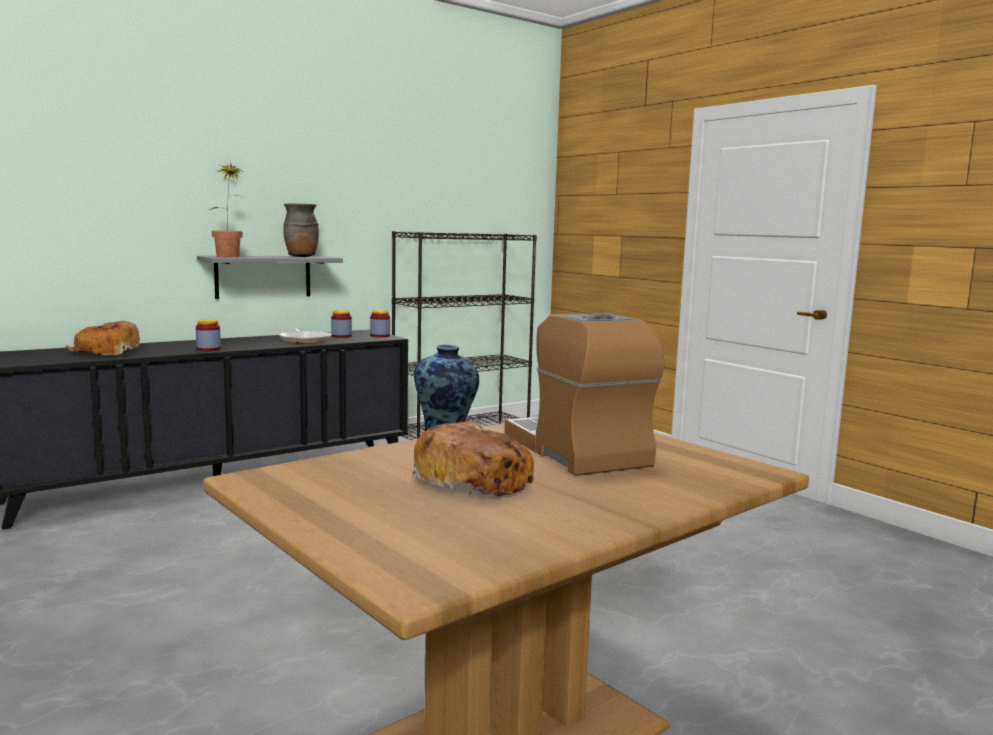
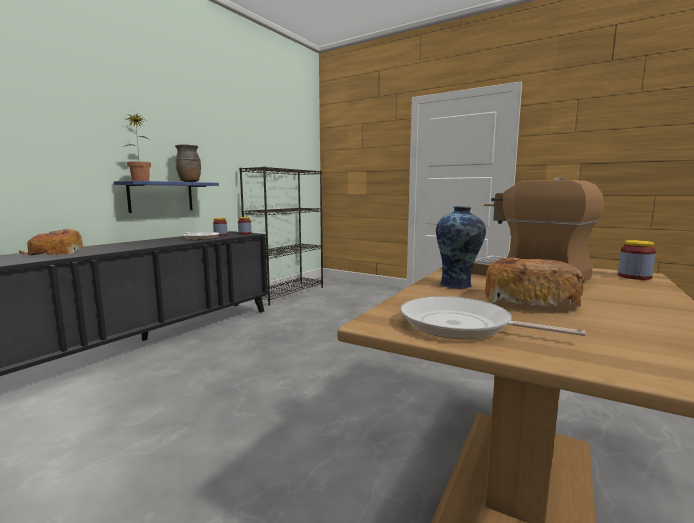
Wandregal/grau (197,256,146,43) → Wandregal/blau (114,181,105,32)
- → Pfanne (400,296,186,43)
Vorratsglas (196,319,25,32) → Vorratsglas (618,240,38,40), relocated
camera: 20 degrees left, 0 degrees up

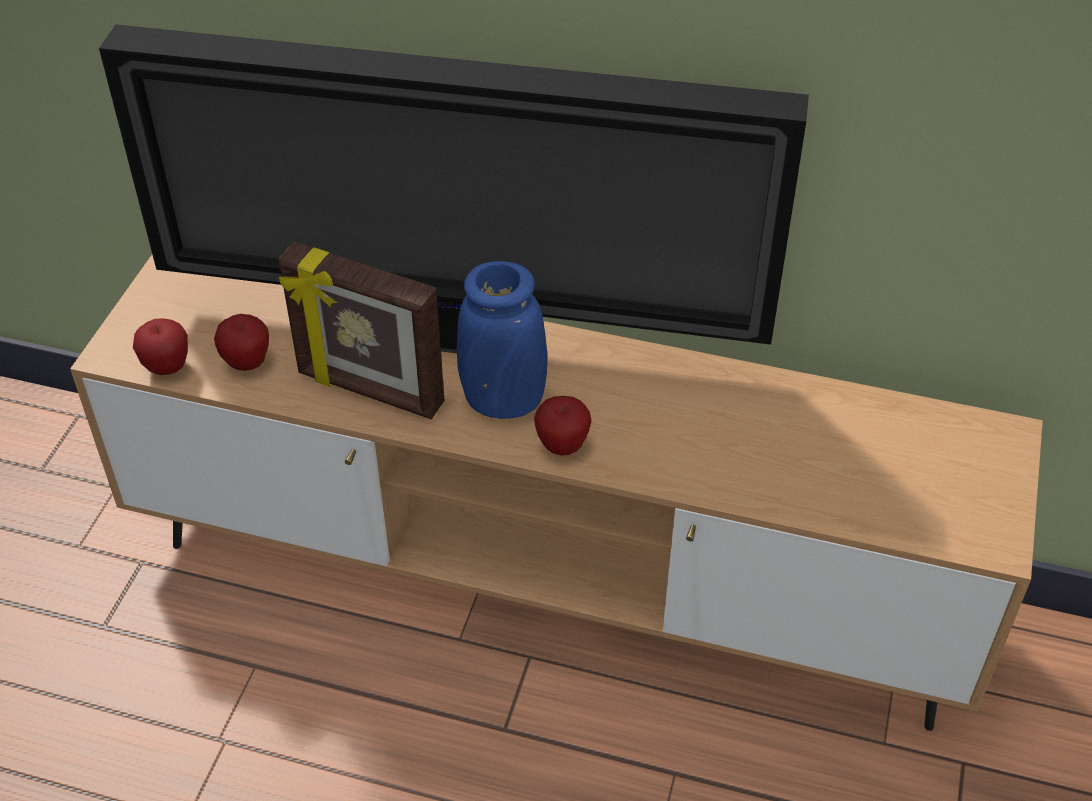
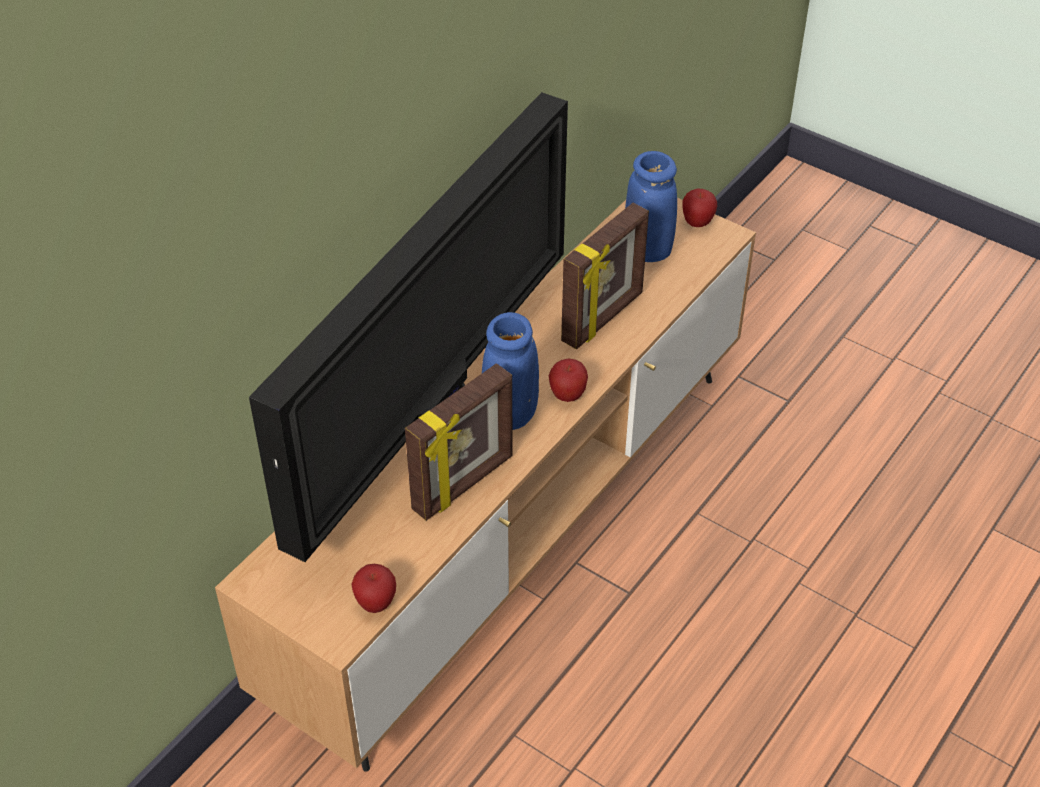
- → Bilderrahmen (561,203,88,146)
- → Vase/blau (625,151,52,111)
Apfel (214,314,55,57) → Apfel (682,189,35,38), relocated
camera: 70 degrees left, 0 degrees up

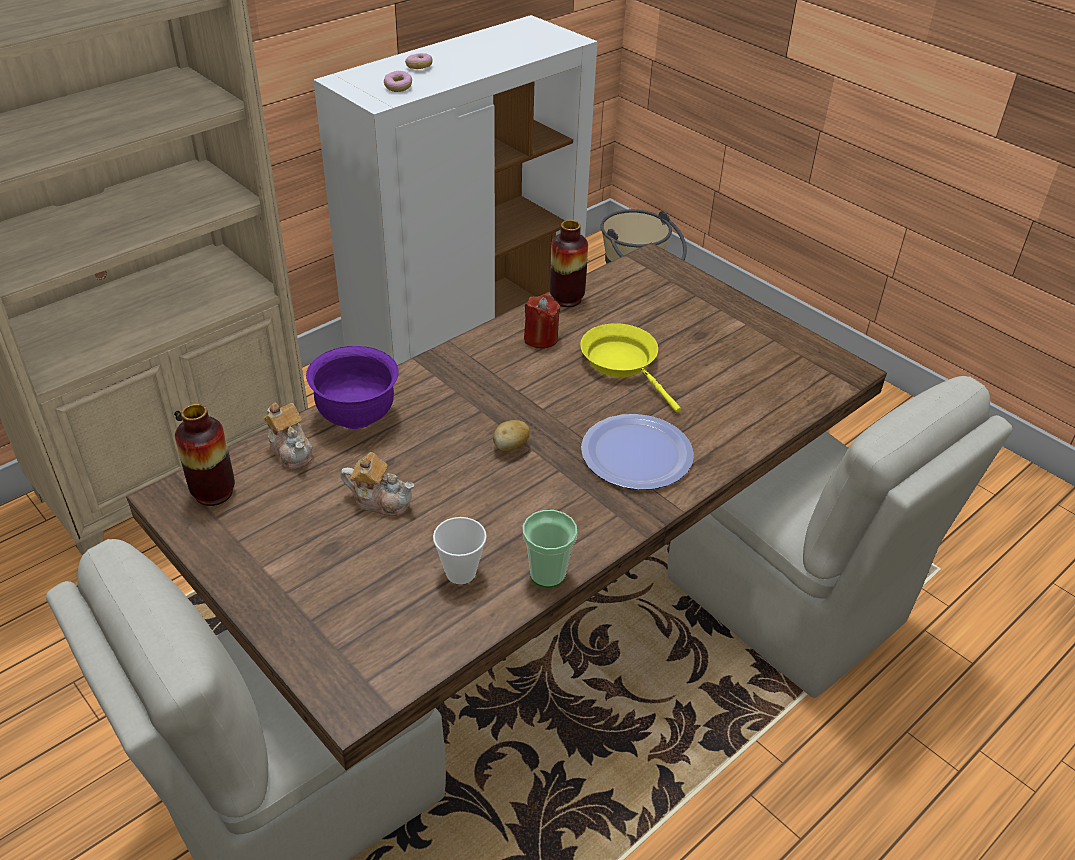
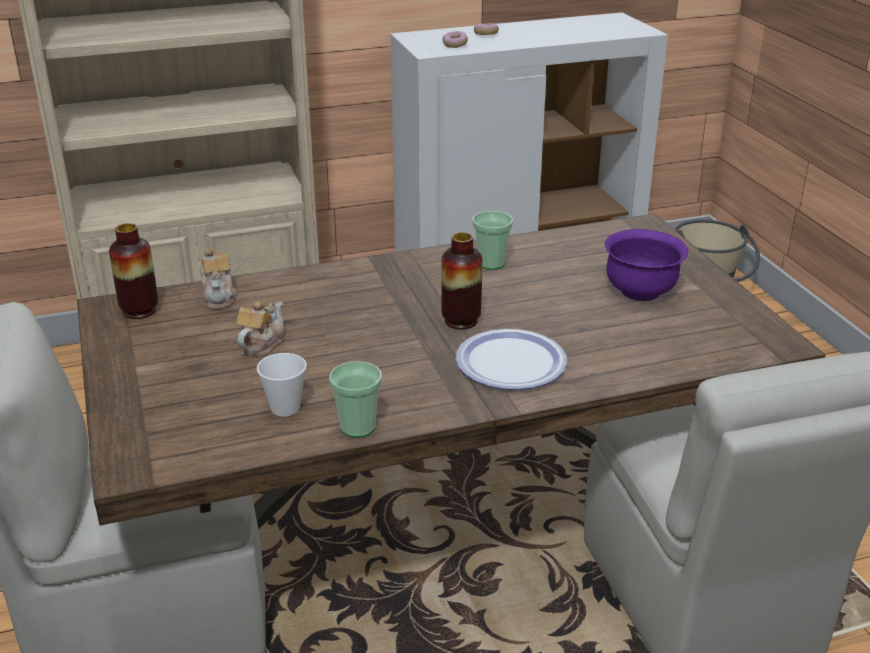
Teekanne (341,452,73,64) → Teekanne (236,301,49,56), 105 degrees counterclockwise
Vase (550,220,38,87) → Vase (441,232,42,98), relocated
Kerze/rot (524,294,36,54) → Tasse (472,211,41,59)
Schüssel/lila (306,346,93,83) → Schüssel/lila (604,229,84,72), relocated
Kartoffel (493,420,37,31) → -
Pfanne/gelb (580,323,101,89) → -
camera: 25 degrees right, 10 degrees down

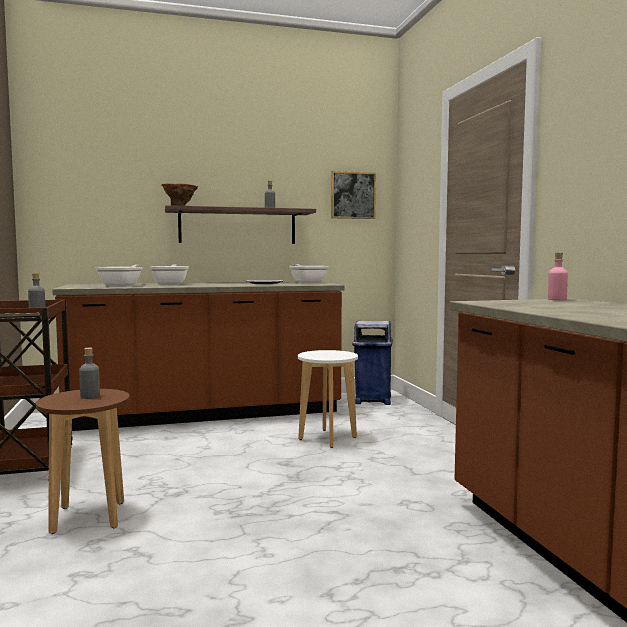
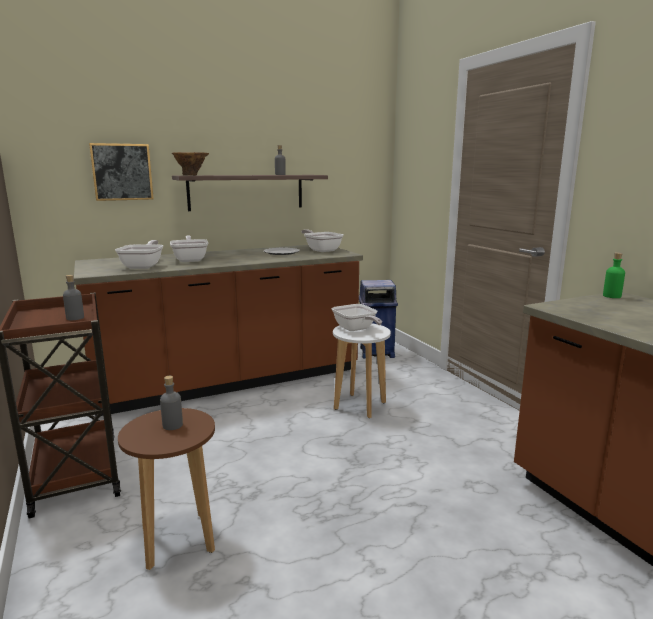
Bild (331,171,45,48) → Bild (89,143,65,58), relocated
- → Pfanne (332,304,50,27)
Flasche/rosa (548,253,20,47) → Flasche/grün (603,252,22,46)
camera: 10 degrees left, 10 degrees up

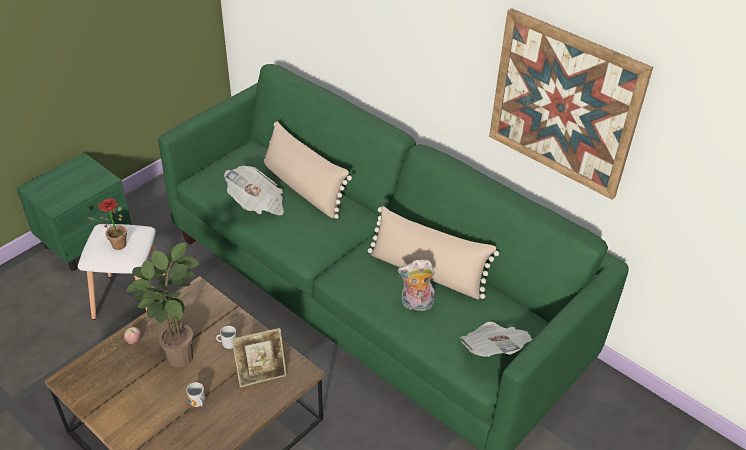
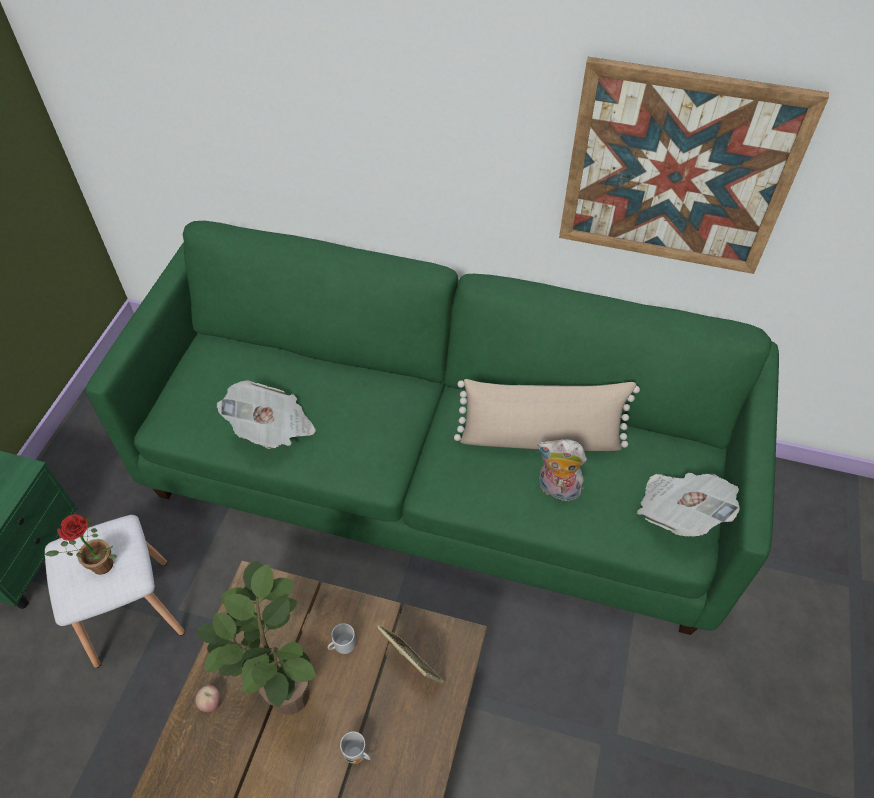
Bilderrahmen (232,328,55,60) → Bilderrahmen (376,624,70,61), 90 degrees counterclockwise
Plüschtier (398,259,37,52) → Plüschtier (538,439,49,62), 45 degrees clockwise
Kissen/beige (264,121,88,98) → -
camera: 25 degrees left, 10 degrees up

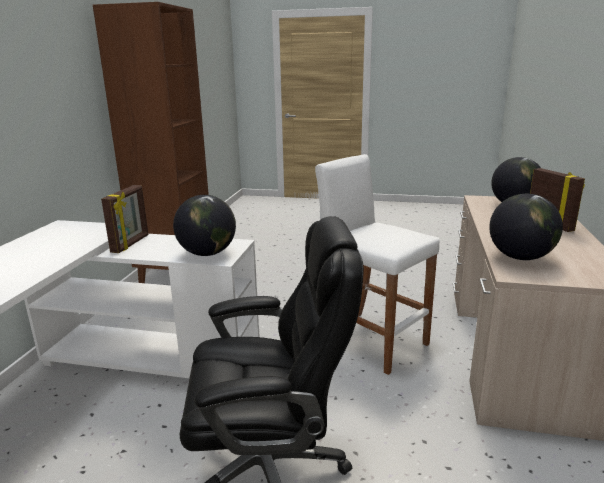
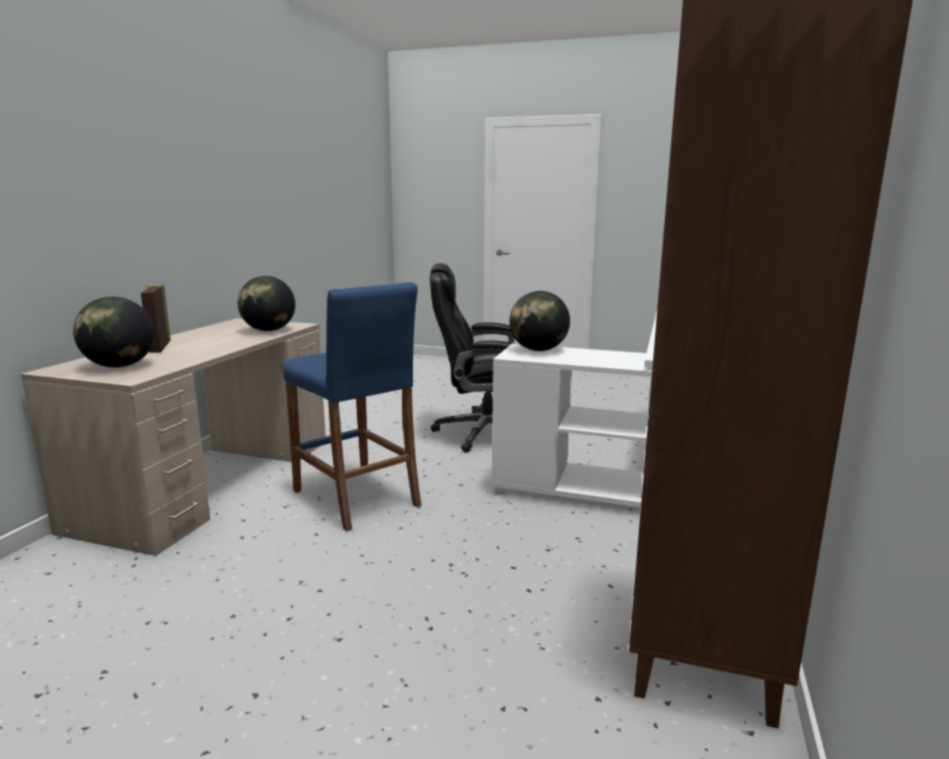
Hocker/weiß (315,154,125,221) → Hocker/blau (283,282,138,249)
Bilderrahmen (101,185,47,68) → -
camera: 175 degrees left, 5 degrees down

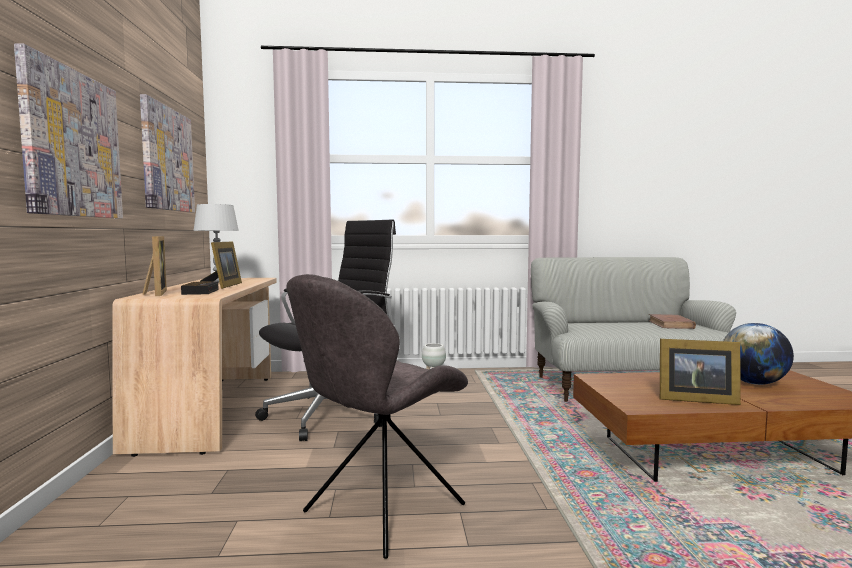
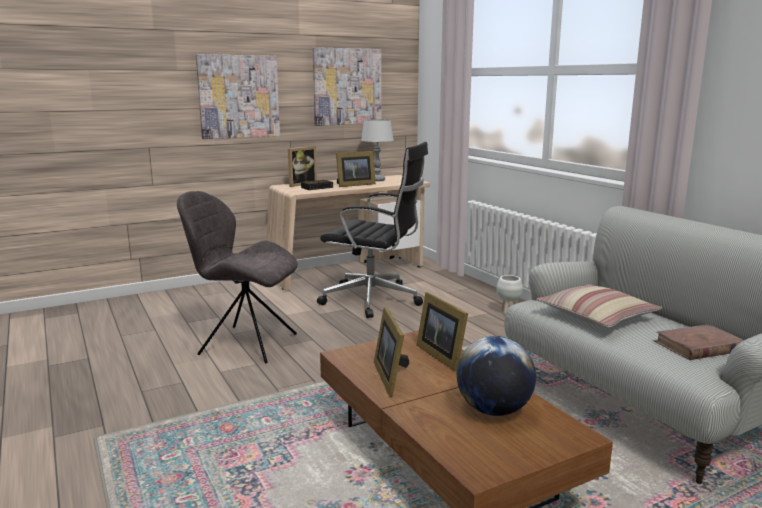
- → Bilderrahmen (416,292,52,80)
- → Kissen (536,284,126,44)
camera: 65 degrees right, 10 degrees up

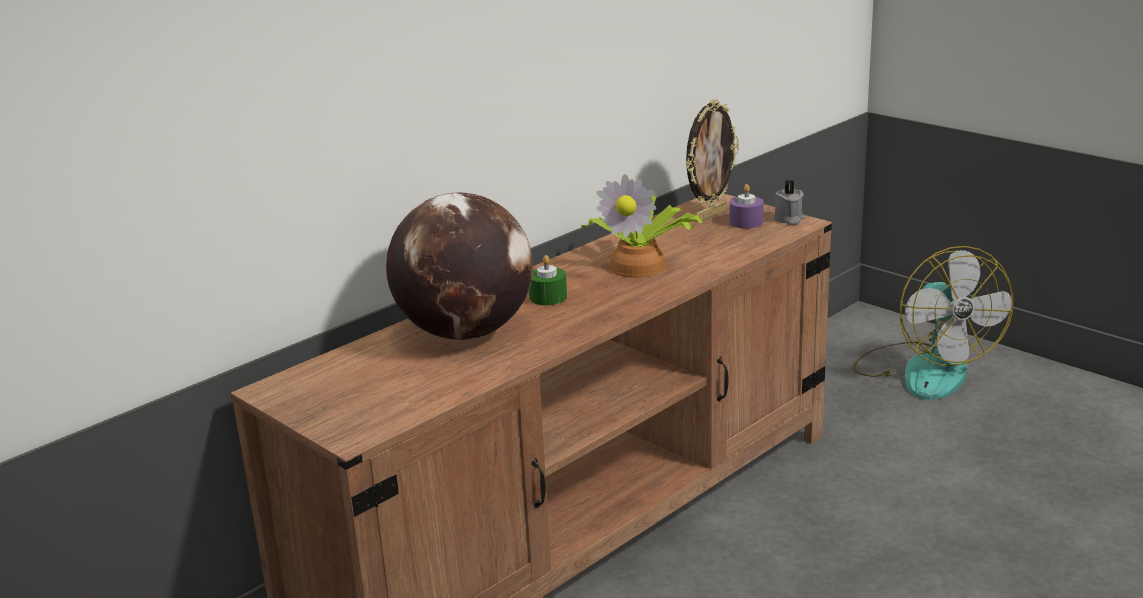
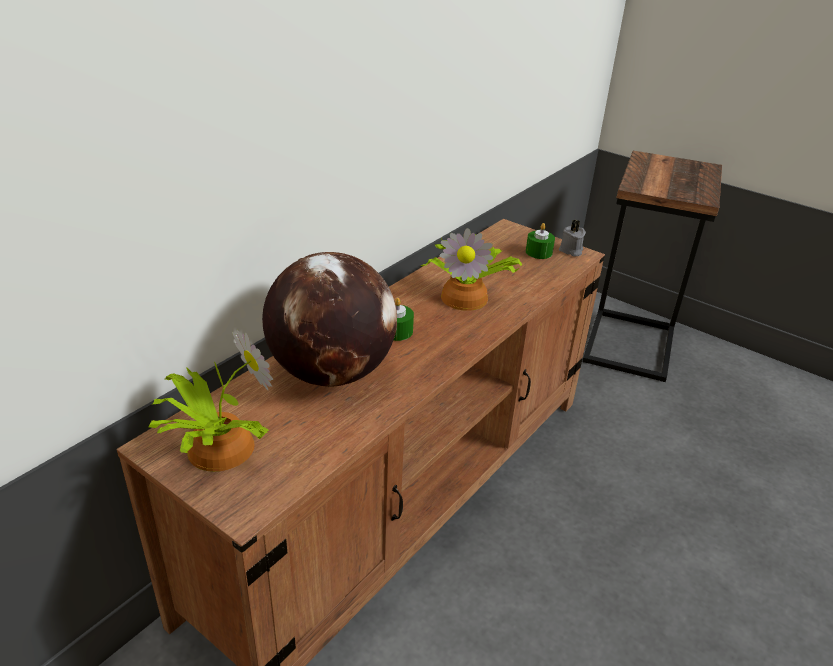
- → Topfpflanze (148,330,125,142)
Kerze/lila (730,184,34,45) → Kerze/grün (526,223,29,36)
Ventilator (852,246,161,154) → Beistelltisch (582,151,140,231)
Bilderrahmen (686,99,53,122) → -
camera: 10 degrees left, 10 degrees up

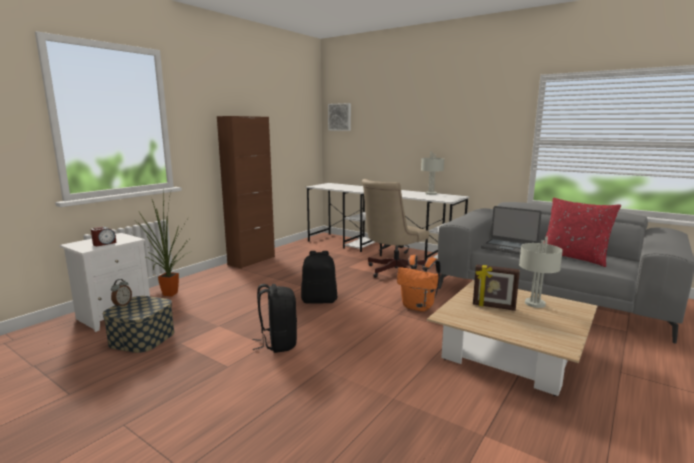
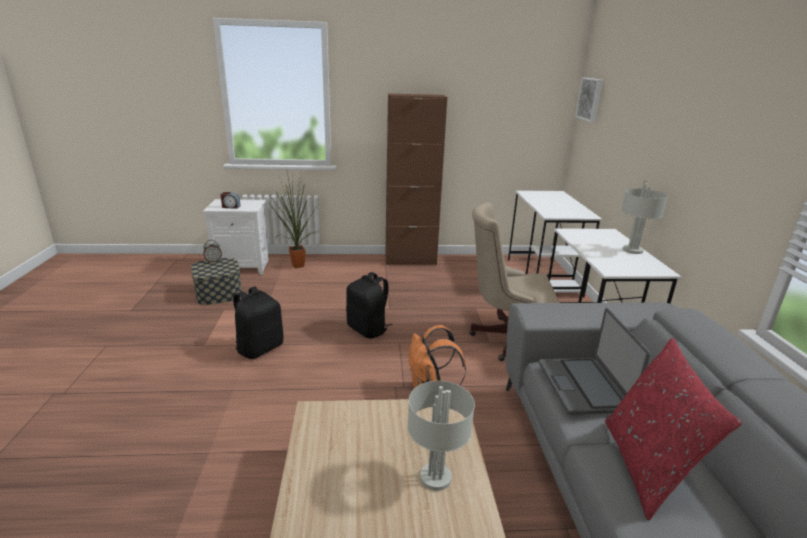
Bilderrahmen (473,264,47,47) → -
camera: 50 degrees right, 10 degrees up

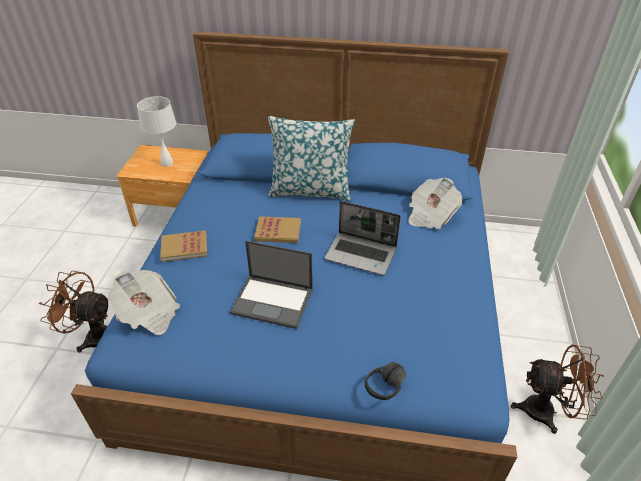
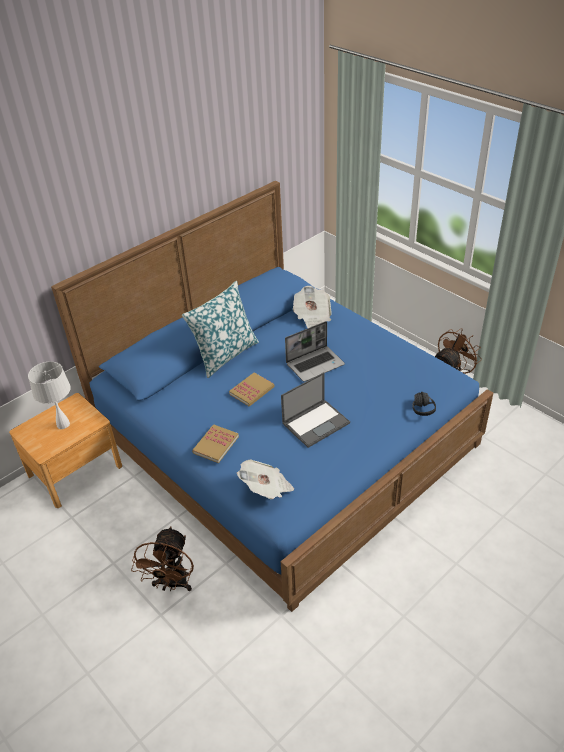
Ventilator/braun (39,271,70,81) → Ventilator/braun (131,526,63,65), 45 degrees counterclockwise
camera: 50 degrees left, 0 degrees up

